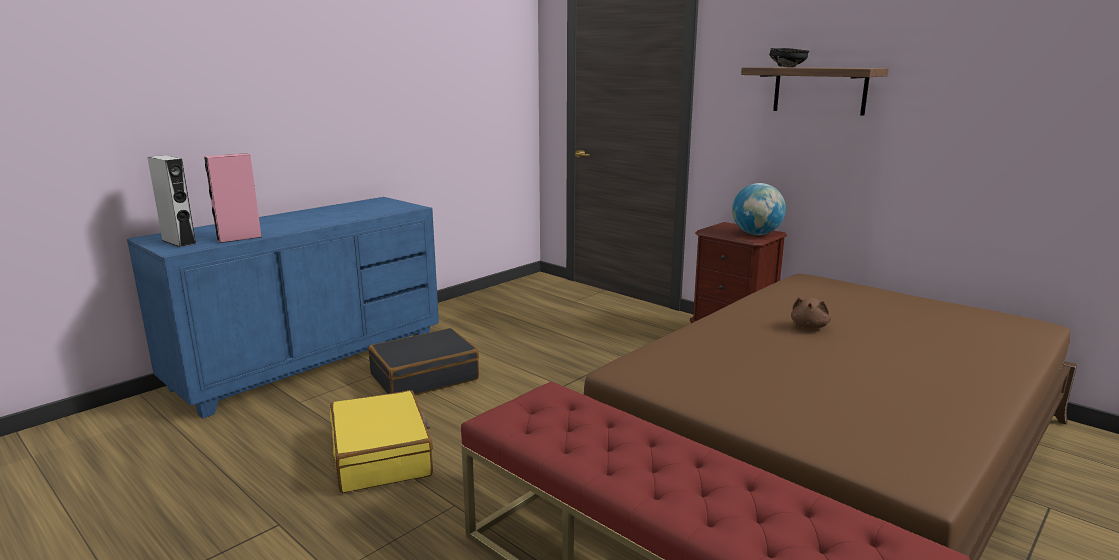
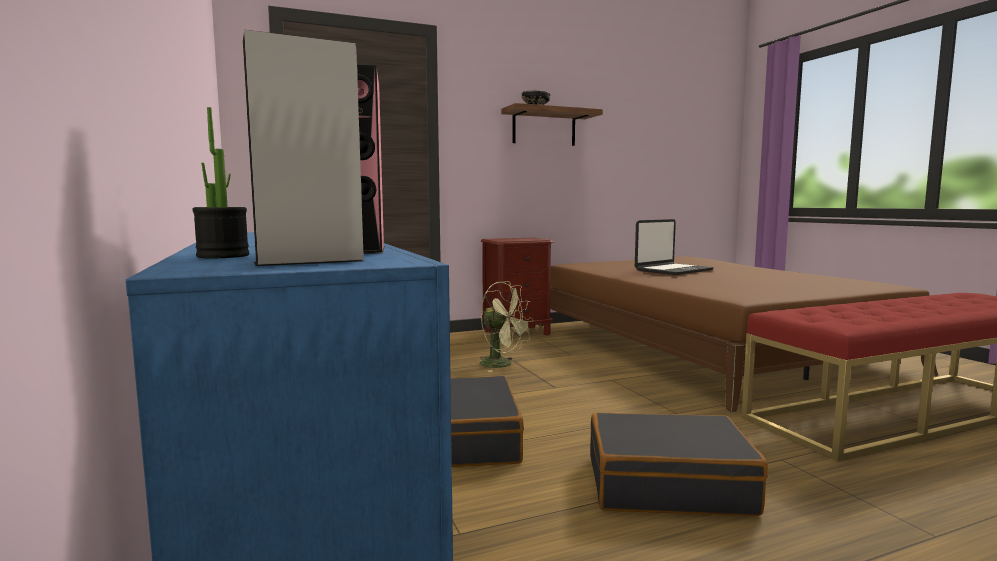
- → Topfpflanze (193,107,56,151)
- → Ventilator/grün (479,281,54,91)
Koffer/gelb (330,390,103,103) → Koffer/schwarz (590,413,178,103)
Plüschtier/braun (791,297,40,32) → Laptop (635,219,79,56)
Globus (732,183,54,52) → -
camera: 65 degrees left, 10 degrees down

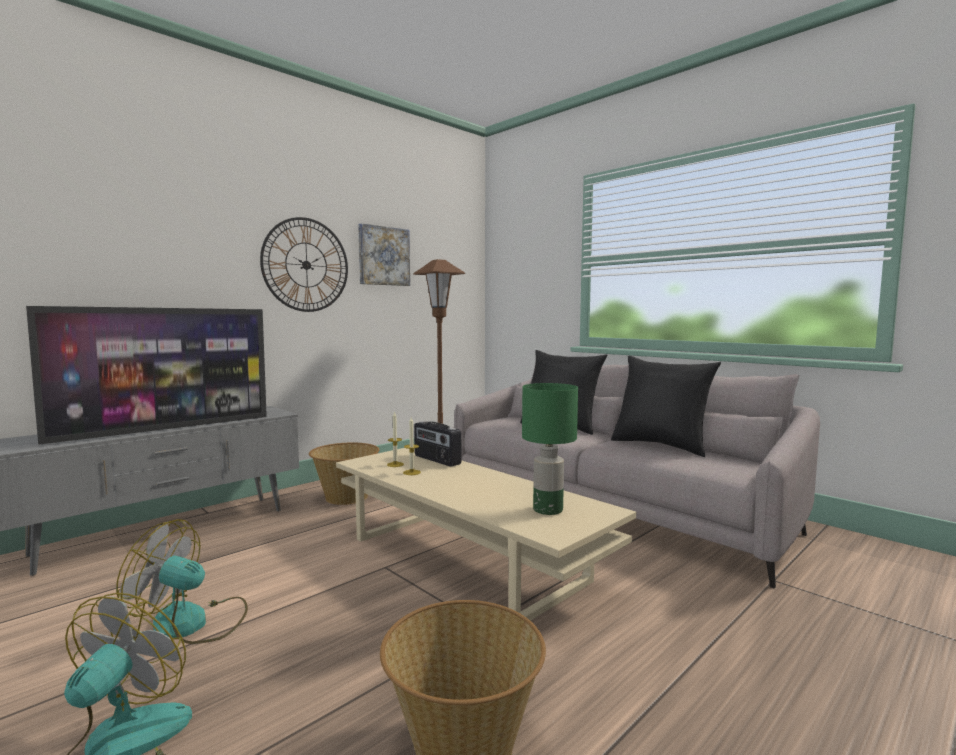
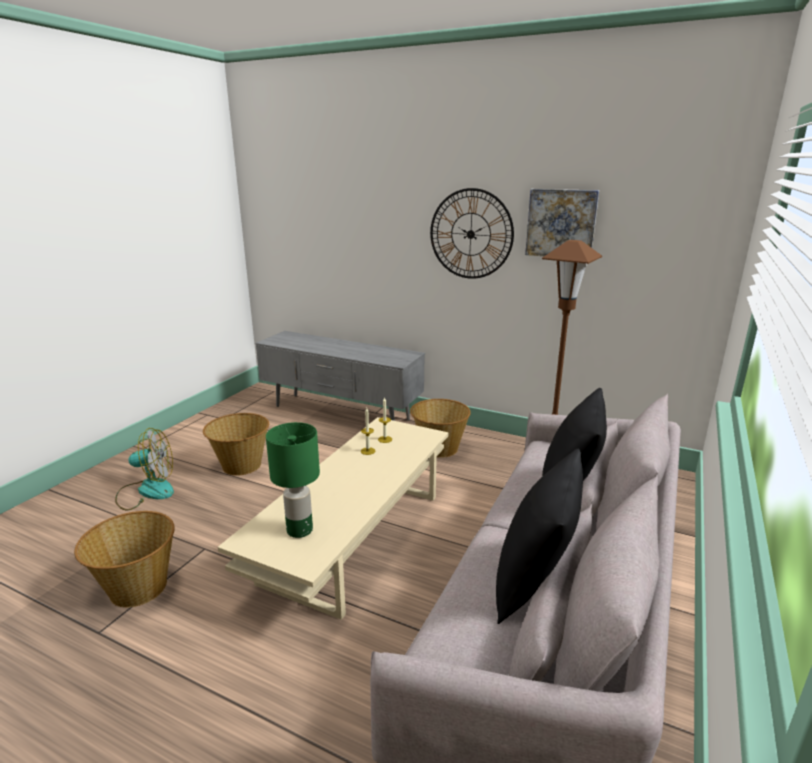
Ventilator (116,519,132,125) → Korb (203,413,66,63)
Fernseher (26,306,241,139) → -
Radio (414,421,47,46) → -
camera: 70 degrees right, 15 degrees up

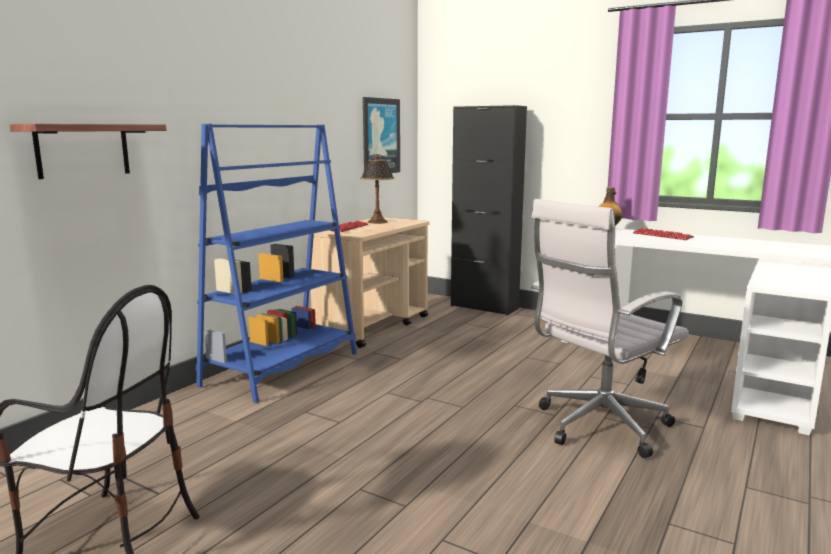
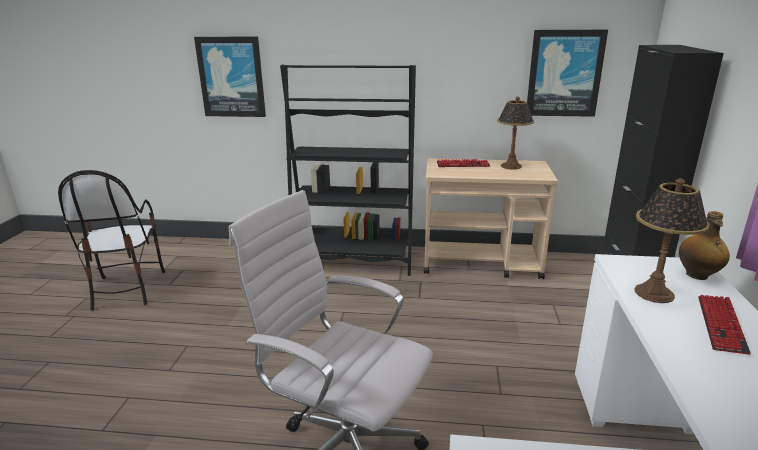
Wandregal (9,124,157,55) → Bild (194,37,72,80)
Bücherregal/blau (196,124,161,279) → Bücherregal/schwarz (280,65,136,211)
- → Tischlampe (635,178,75,125)
camera: 65 degrees right, 10 degrees up

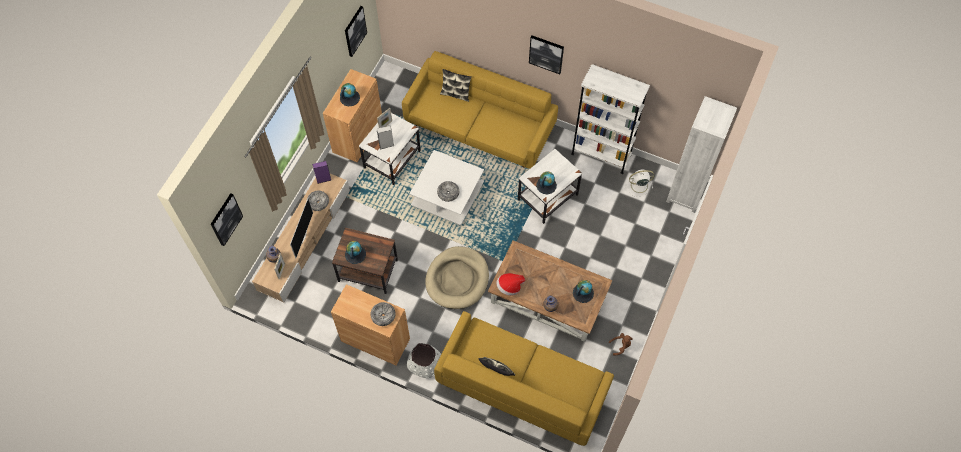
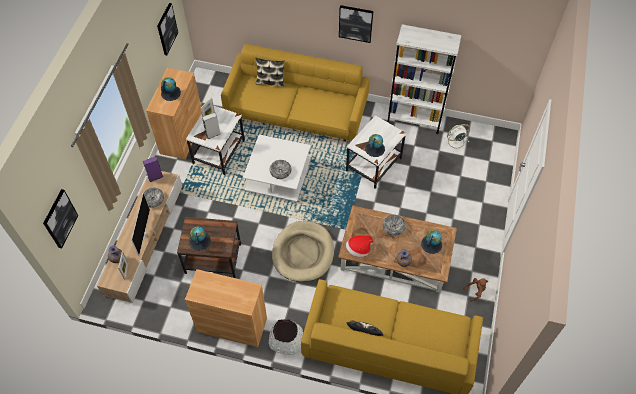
Schüssel (370,302,26,24) → Schüssel (383,215,23,21), relocated
Bücherregal/weiß (666,96,71,117) → -
camera: 10 degrees left, 5 degrees down

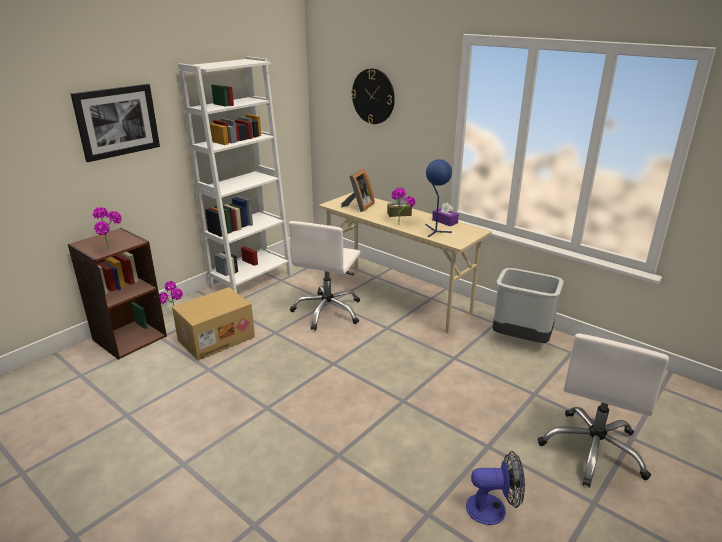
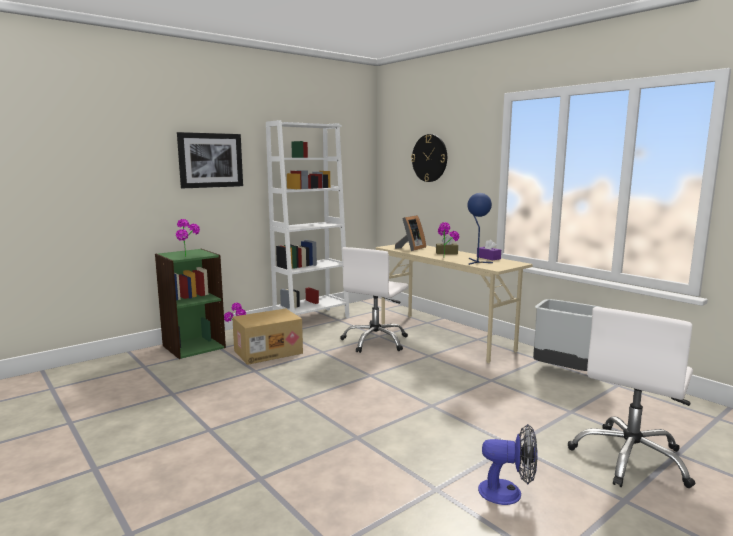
Bücherregal/braun (68,228,99,132) → Bücherregal/grün (155,249,71,110)
camera: 10 degrees right, 15 degrees down

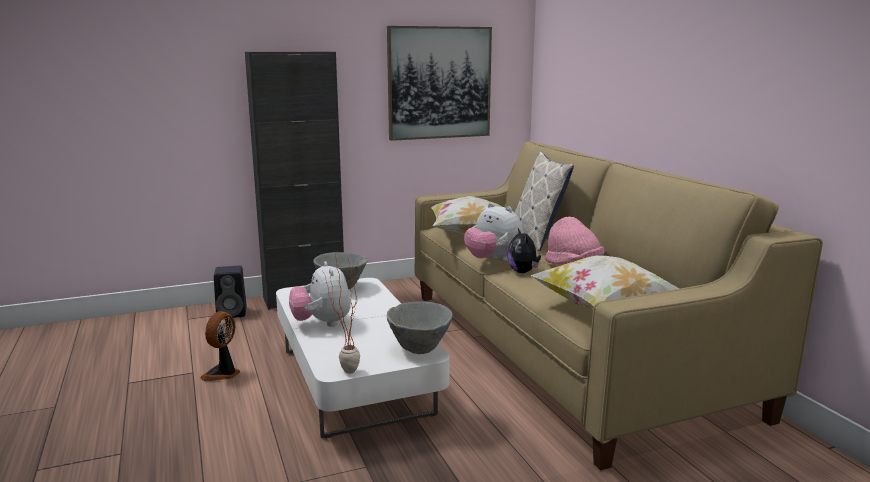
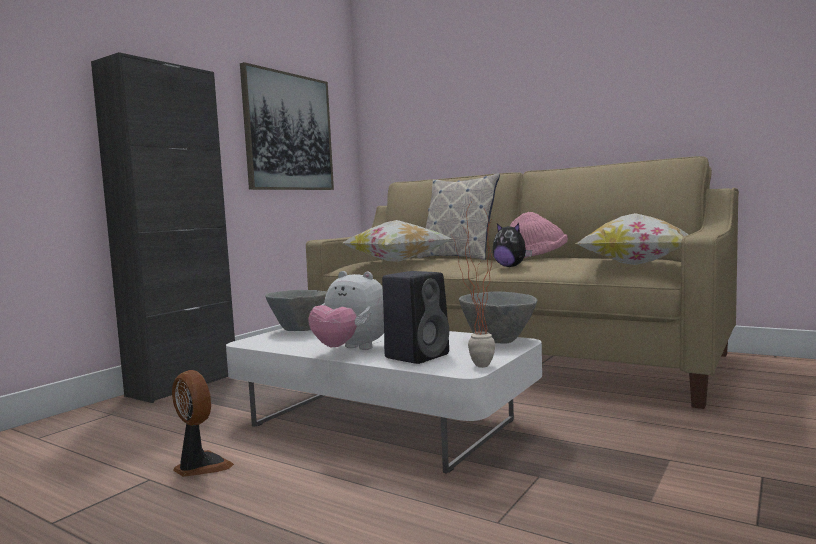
Ventilator (200,311,40,70) → Ventilator (172,370,62,107), 150 degrees clockwise
Lautsprecher/schwarz (214,266,33,52) → Lautsprecher/schwarz (382,271,67,93), relocated
Plüschtier (464,203,59,58) → -
camera: 35 degrees left, 10 degrees down

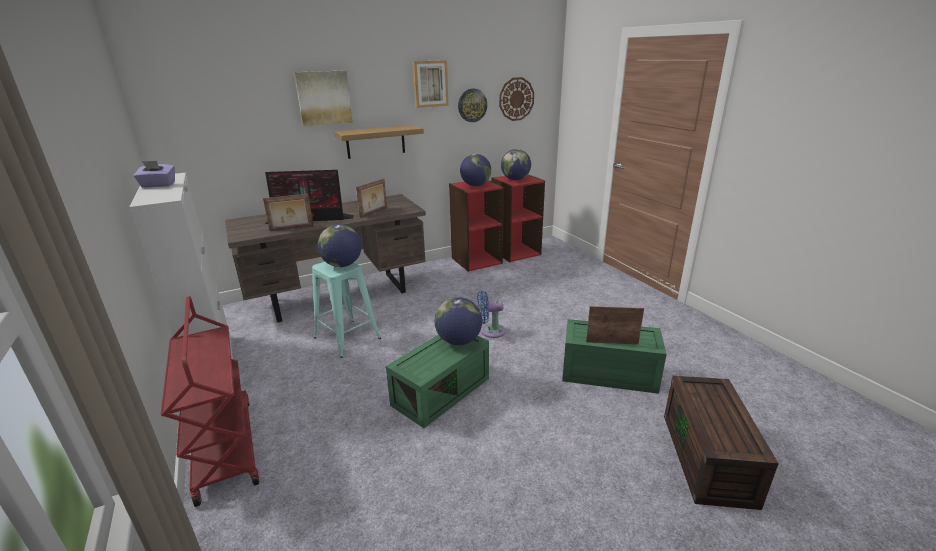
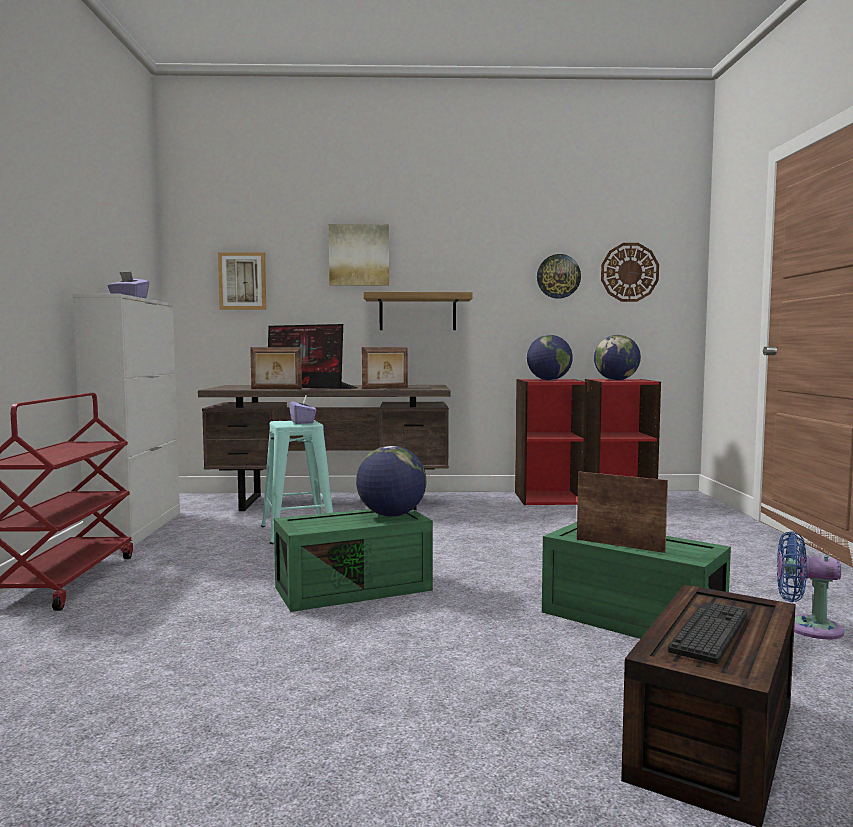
Bild (413,60,35,48) → Bild (218,252,48,57), relocated
Globus (317,224,45,43) → Taschentuchbox/lila (289,395,27,29)
- → Tastatur (668,602,79,62)
Ventilator/blau (477,290,29,48) → Ventilator/blau (777,531,67,108), relocated
camera: 25 degrees right, 20 degrees down

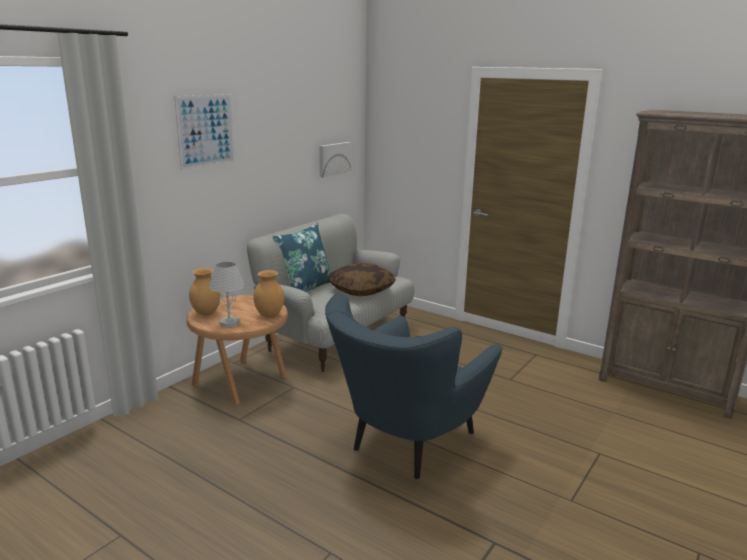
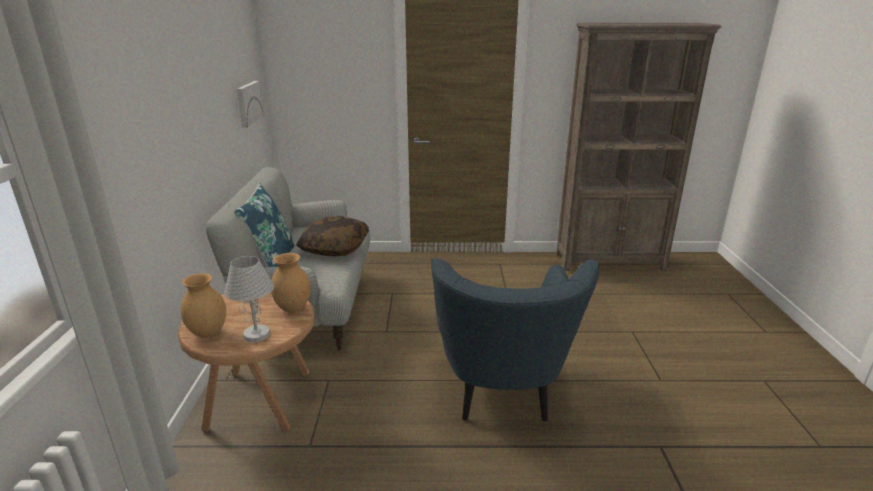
Bild (174,94,61,76) → -
camera: 35 degrees left, 5 degrees up

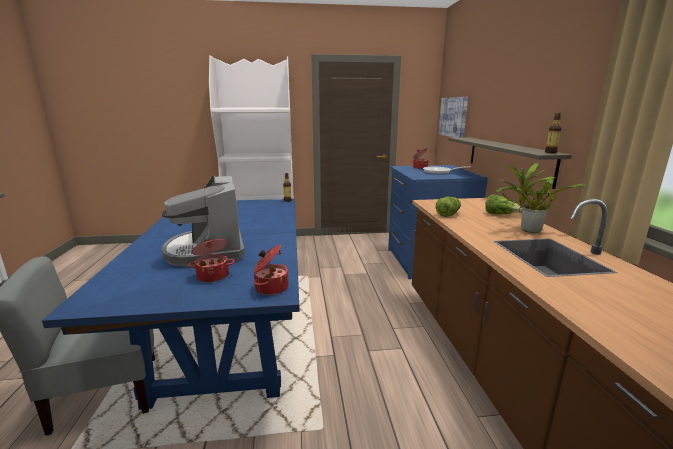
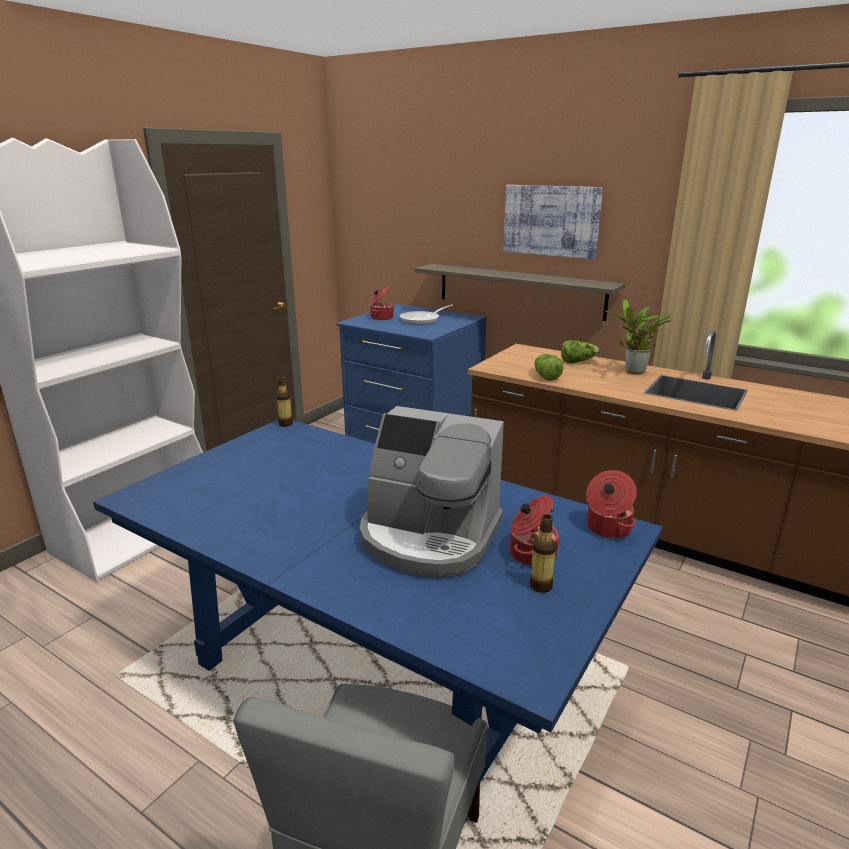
Bild (438,97,30,41) → Bild (503,185,100,74), relocated
Flasche (545,113,16,40) → Flasche (530,514,26,79), relocated
camera: 50 degrees left, 5 degrees up

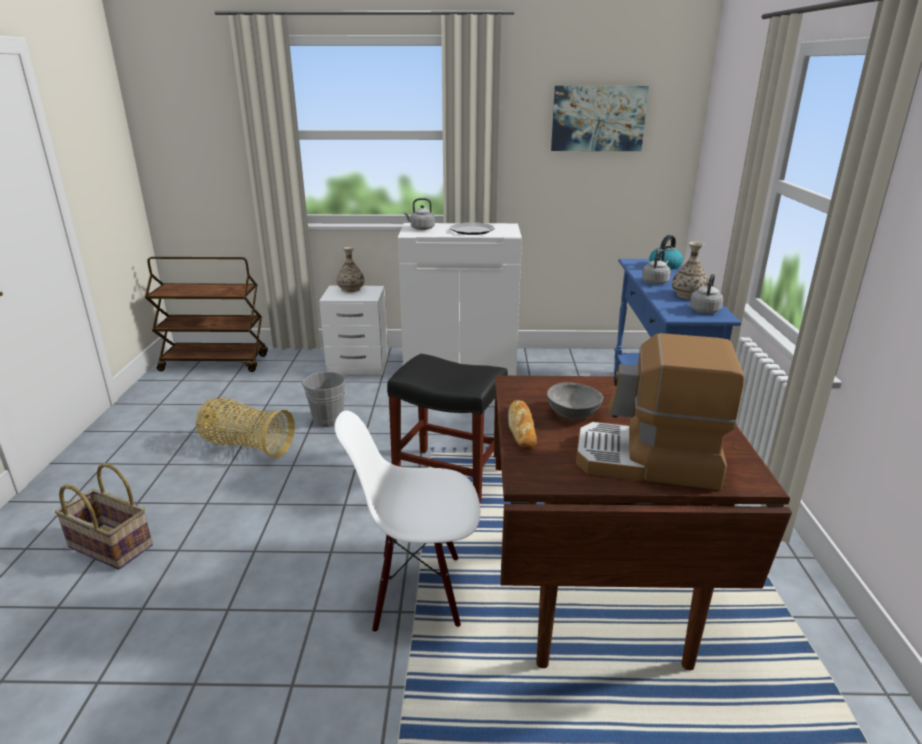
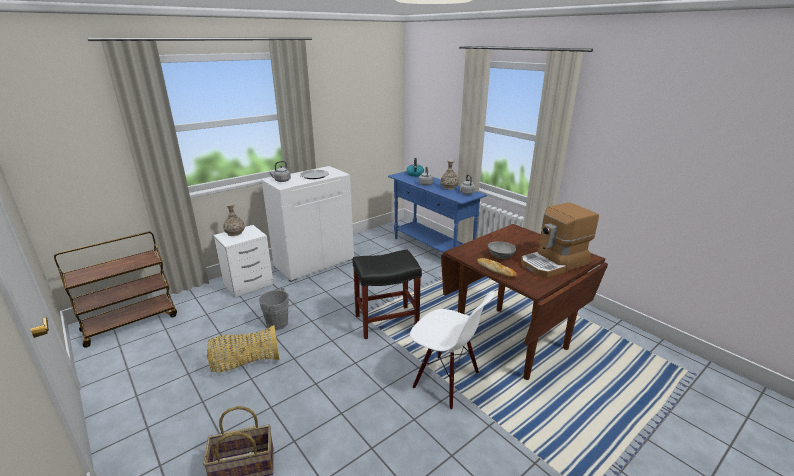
Stuhl/weiß (335,410,145,223) → Stuhl/weiß (410,291,85,119), 105 degrees counterclockwise
Bild (551,86,98,65) → -
camera: 40 degrees left, 0 degrees up

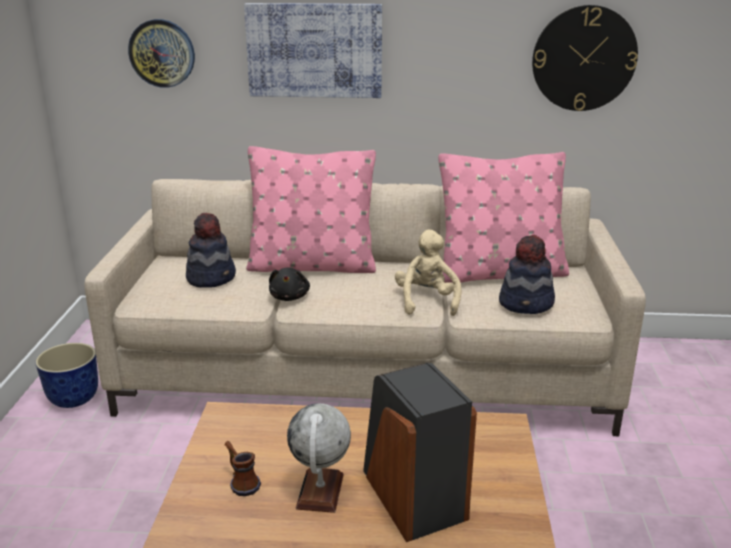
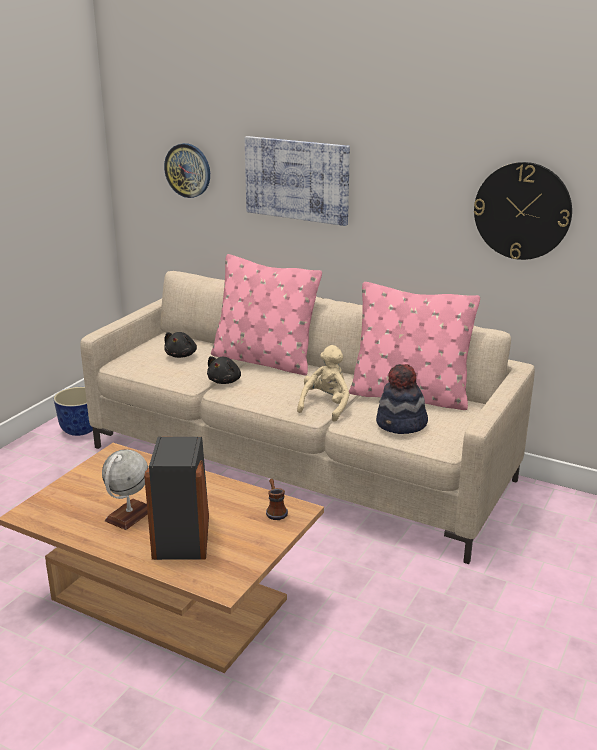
Hut (186,212,50,76) → Plüschtier/schwarz (164,332,33,26)
Henkelbecher (224,441,37,55) → Henkelbecher (266,479,22,41), relocated
camera: 25 degrees right, 0 degrees up

